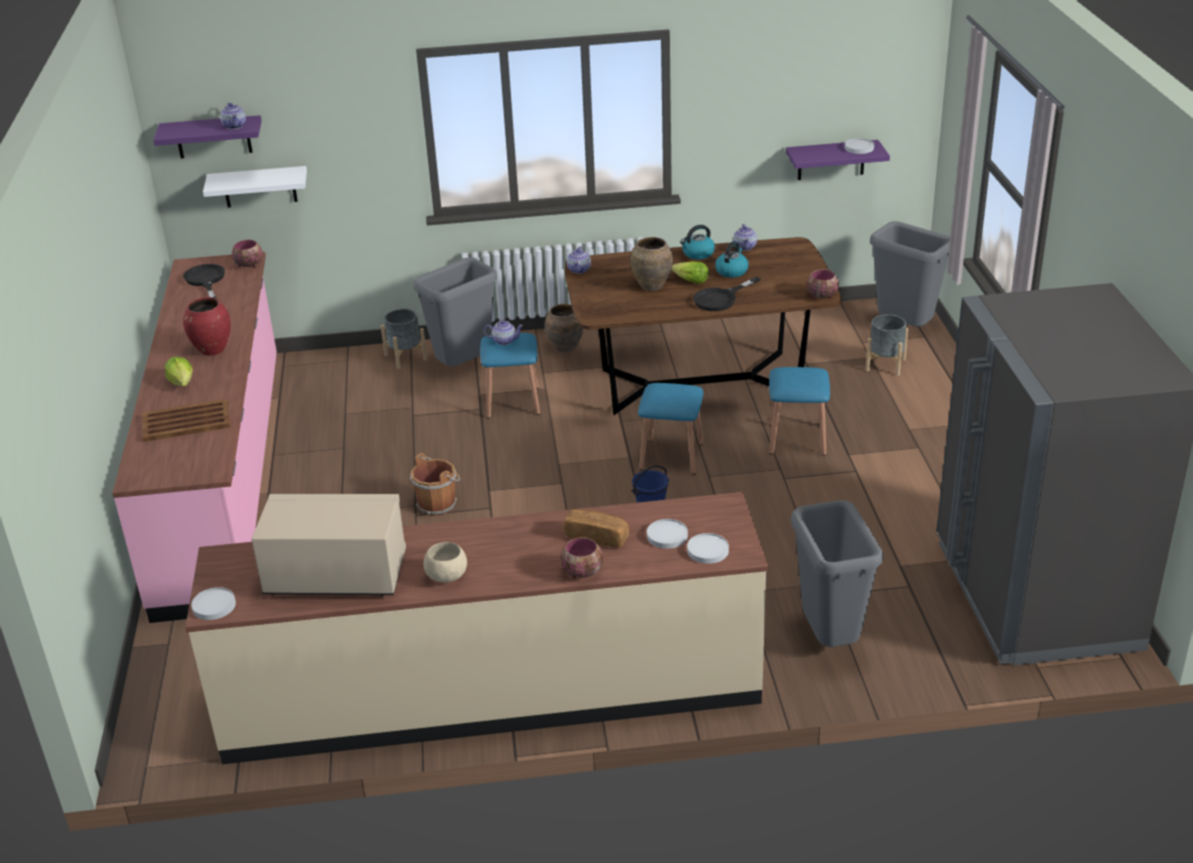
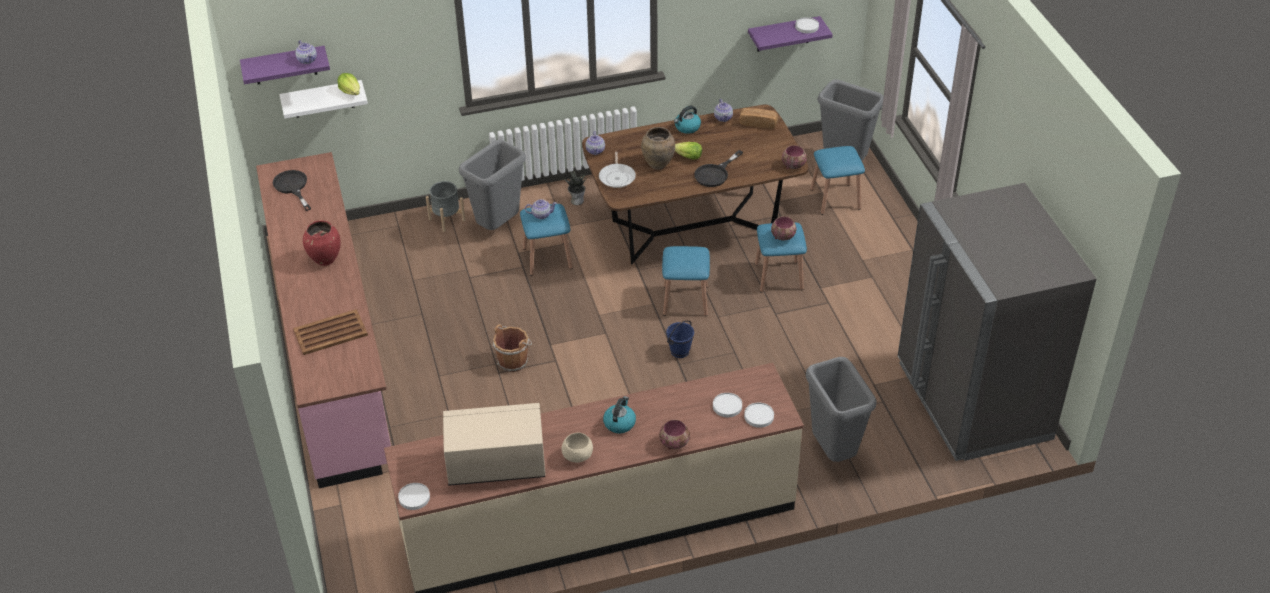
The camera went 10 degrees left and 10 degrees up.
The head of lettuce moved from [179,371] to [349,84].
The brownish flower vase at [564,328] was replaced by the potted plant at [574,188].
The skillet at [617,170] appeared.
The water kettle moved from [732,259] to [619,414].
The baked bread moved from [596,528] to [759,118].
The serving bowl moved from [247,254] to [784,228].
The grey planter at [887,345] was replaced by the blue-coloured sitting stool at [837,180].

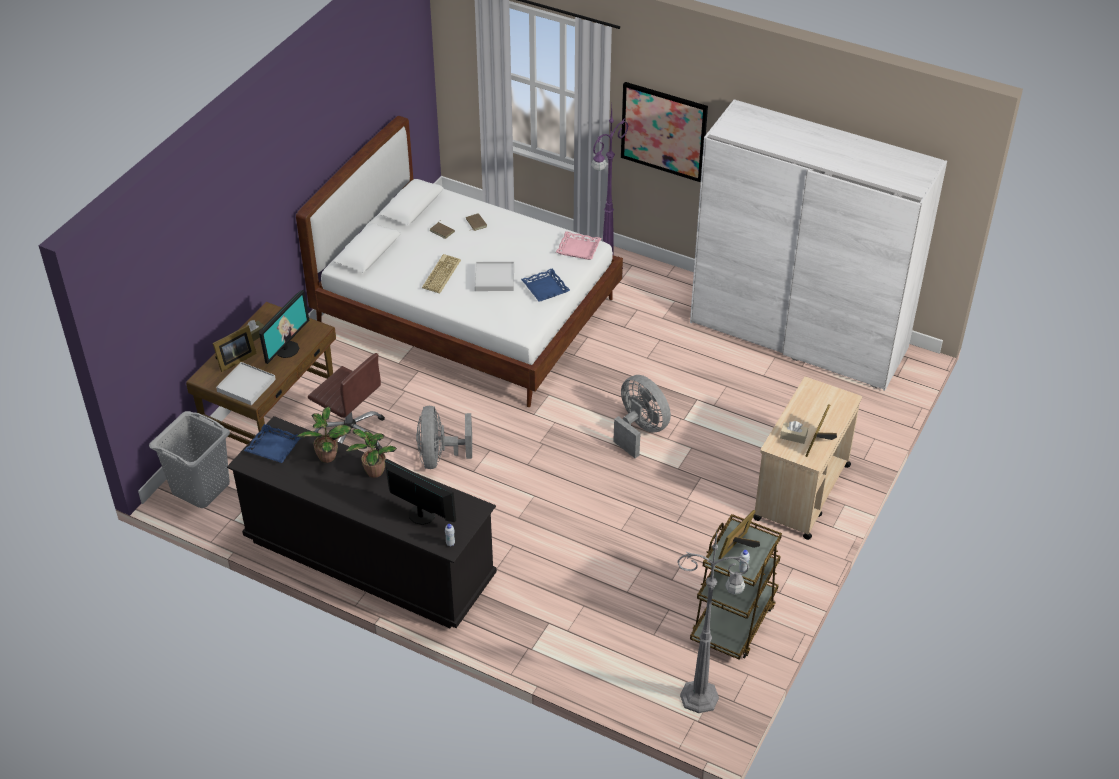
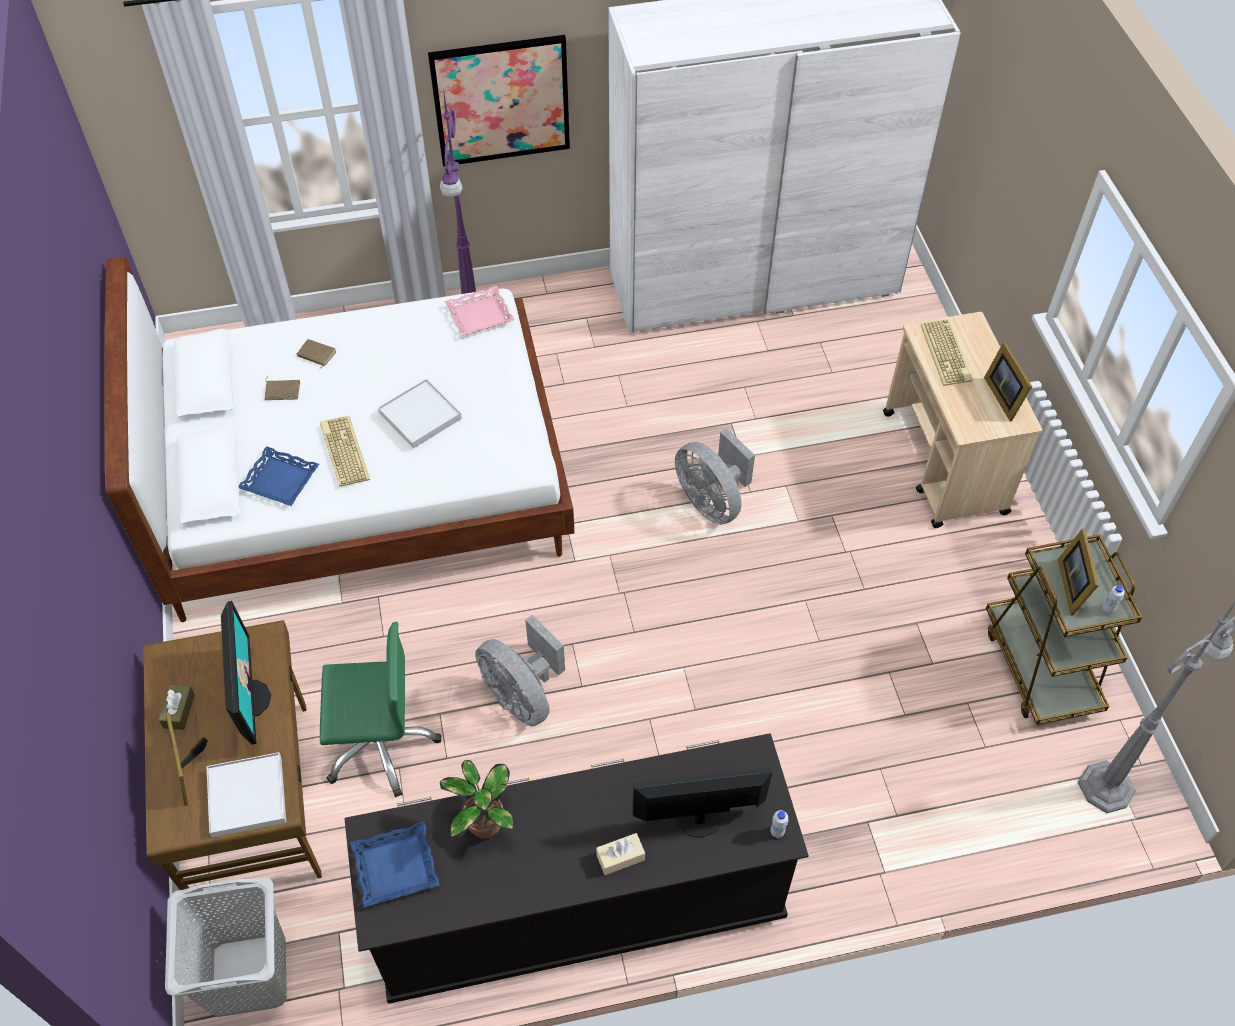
The camera went 40 degrees left and 10 degrees up.
The photo frame at [235,348] turned 150 degrees clockwise.
The blue-coloured serving tray moved from [545,285] to [279,476].
The brownish desk chair at [346,401] became the green desk chair at [380,709].
The sand-coloured box of tissues moved from [794,432] to [620,854].
The grey electric fan at [642,416] turned 135 degrees counterclockwise.
The PC keyboard at [947,352] appeared.
The potted plant at [371,453] disappeared.

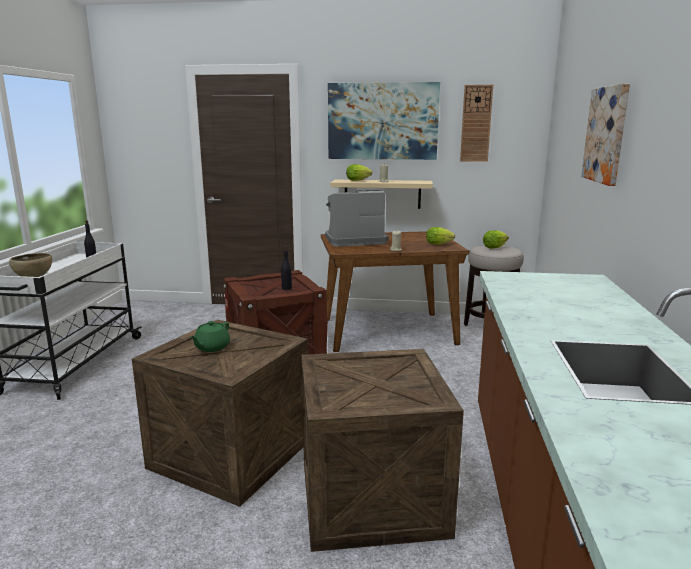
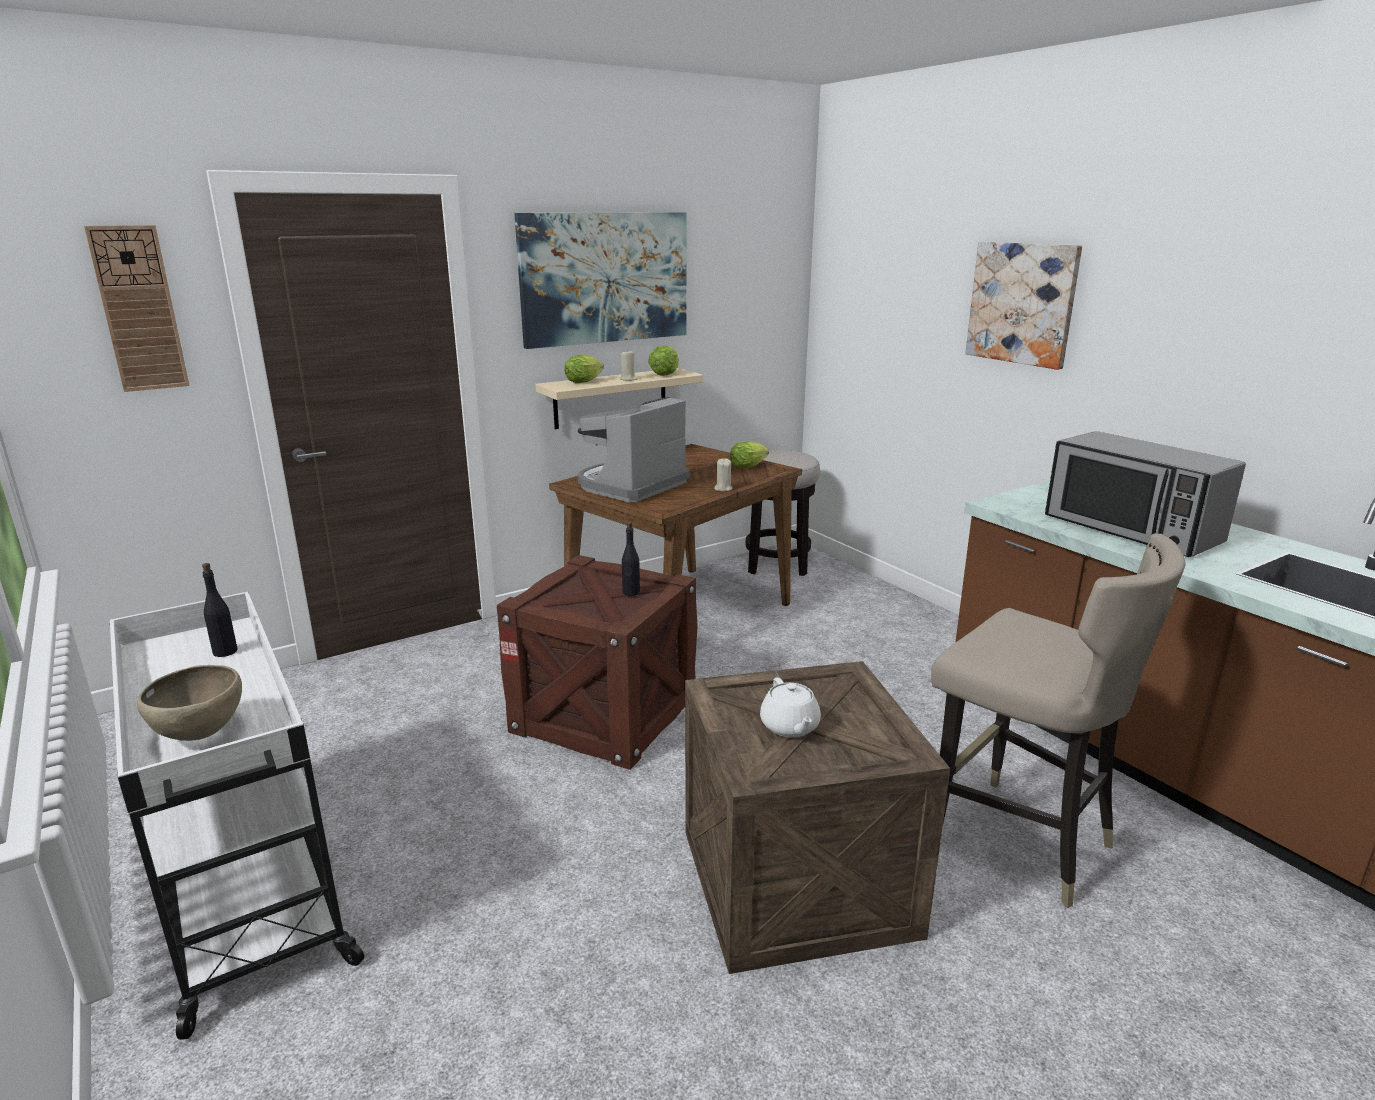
The camera went 40 degrees left and 5 degrees up.
The clock on the wall moved from [476,123] to [137,308].
The head of lettuce moved from [496,239] to [663,360].
The green teapot at [210,336] became the white teapot at [790,707].
The shipping crate at [382,450] was replaced by the sand-coloured sitting stool at [1058,720].
The microwave oven at [1145,494] appeared.

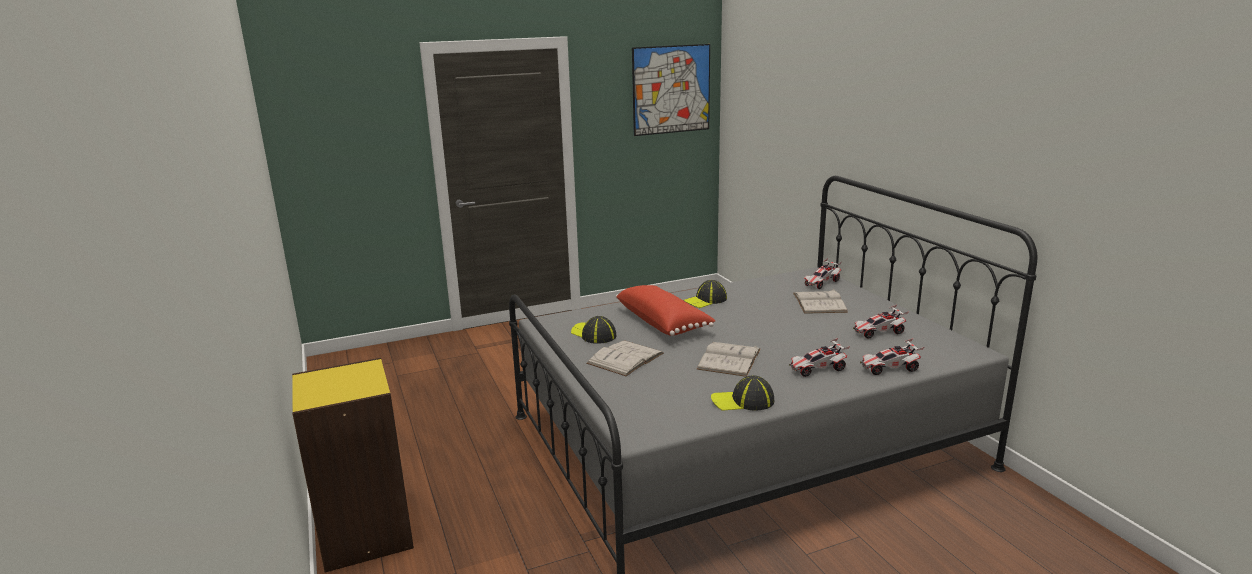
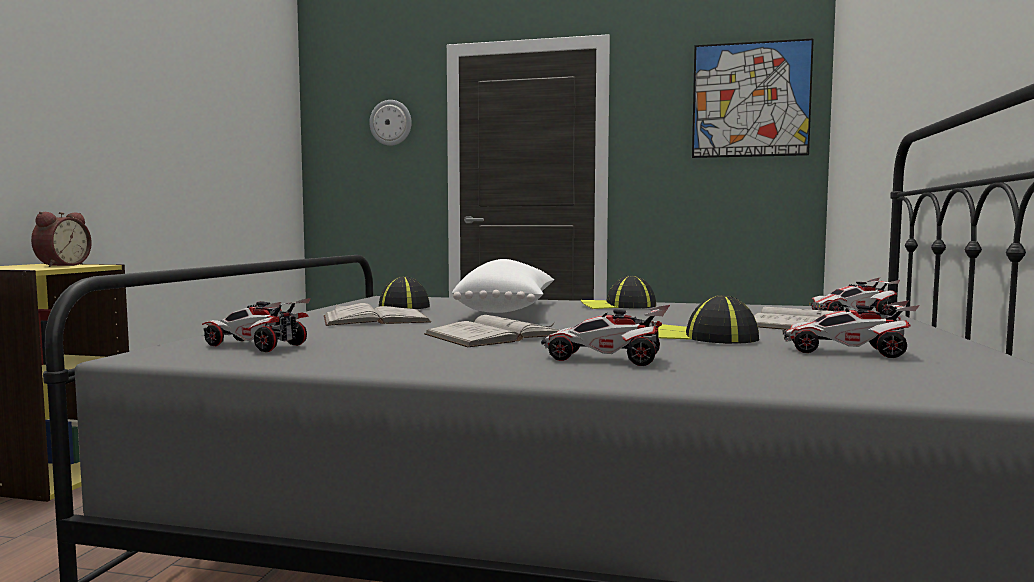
The camera went 35 degrees right and 15 degrees down.
The table clock at [61,239] appeared.
The model car moved from [892,356] to [256,325].
The clock on the wall at [390,123] appeared.
The red pillow at [666,310] became the white pillow at [503,286].
The baseball cap moved from [742,393] to [708,319].

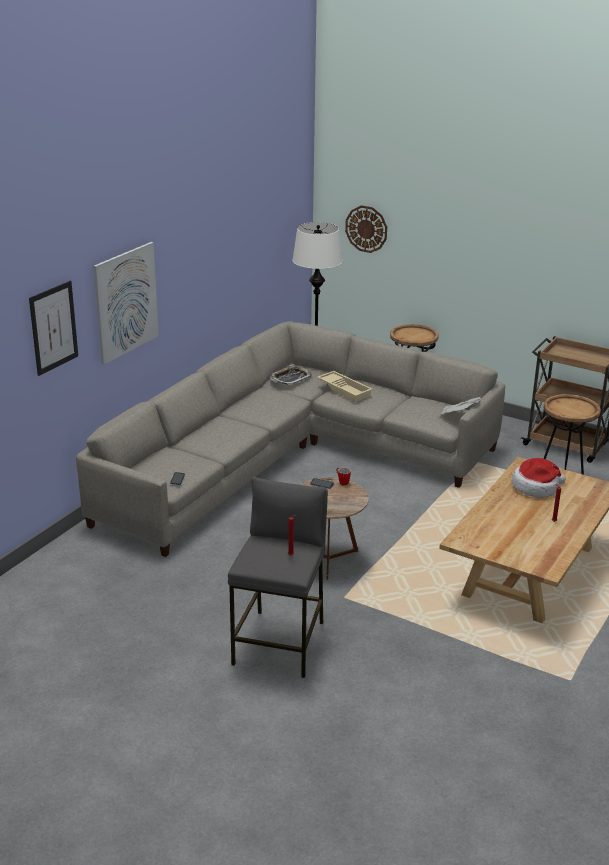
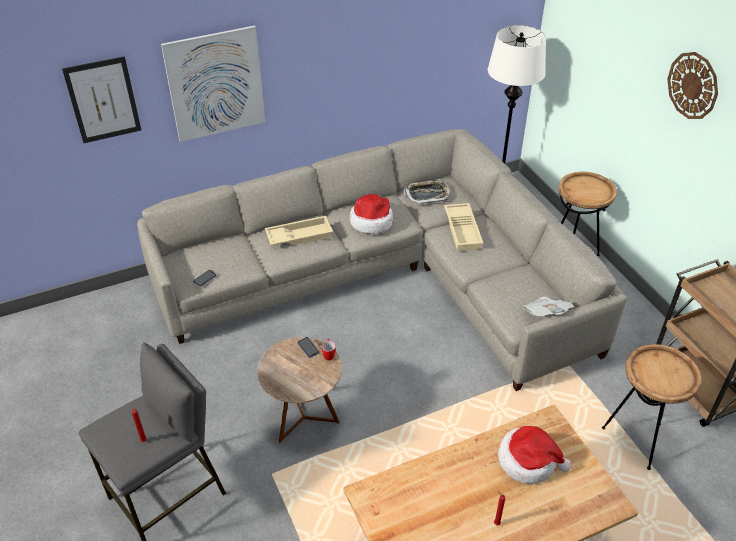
The camera went 35 degrees right and 15 degrees up.
The sand-coloured serving tray at [299,230] appeared.
The wearable hat at [371,214] appeared.
The clock on the wall moved from [366,229] to [692,85].

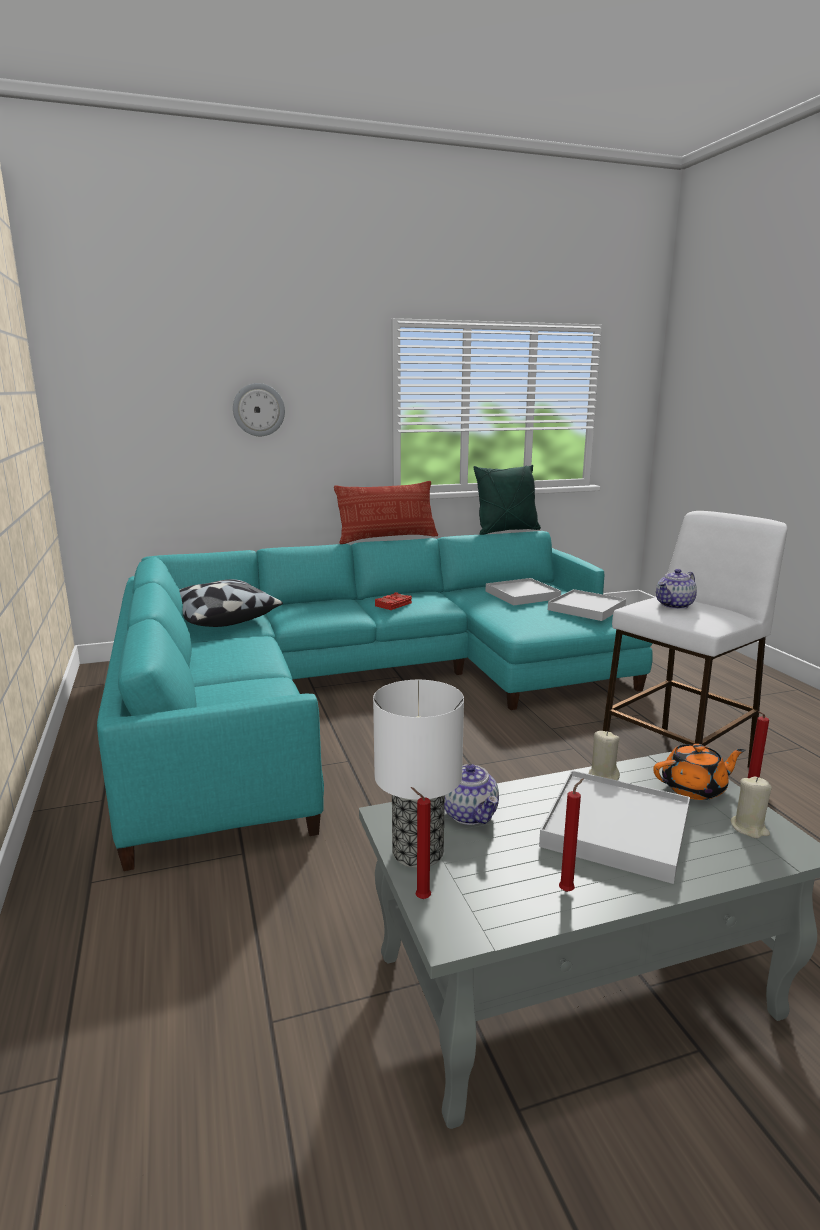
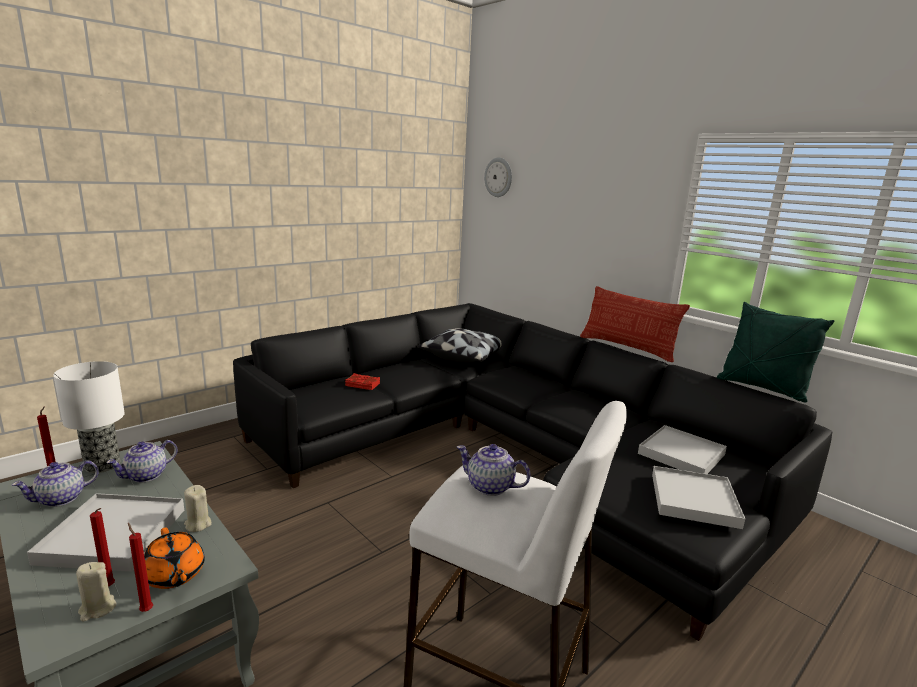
The camera went 65 degrees right and 0 degrees up.
The teapot at [55,483] appeared.
The red candle moved from [571,835] to [102,547].
The blue-green couch at [375,701] became the black-coloured couch at [532,472].
The red bound book moved from [393,601] to [362,381].
The clock on the wall moved from [259,409] to [498,177].

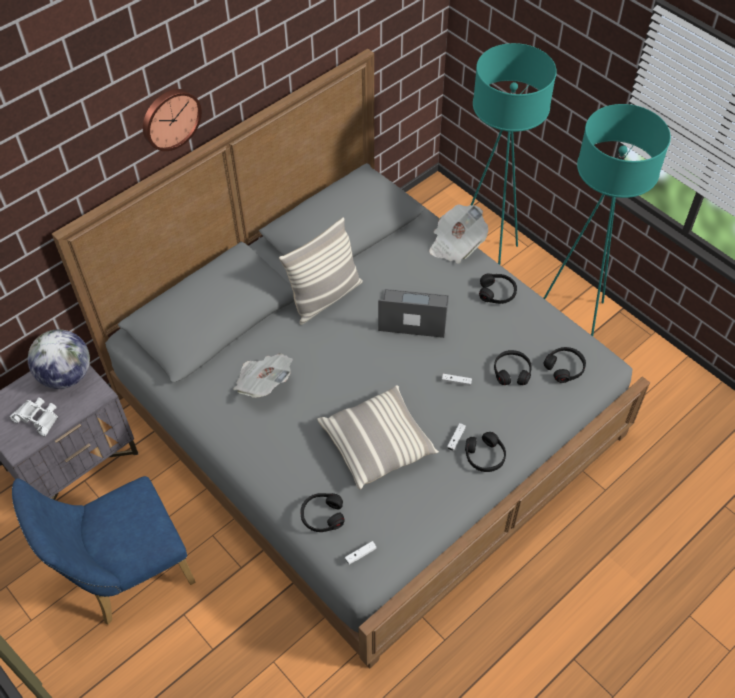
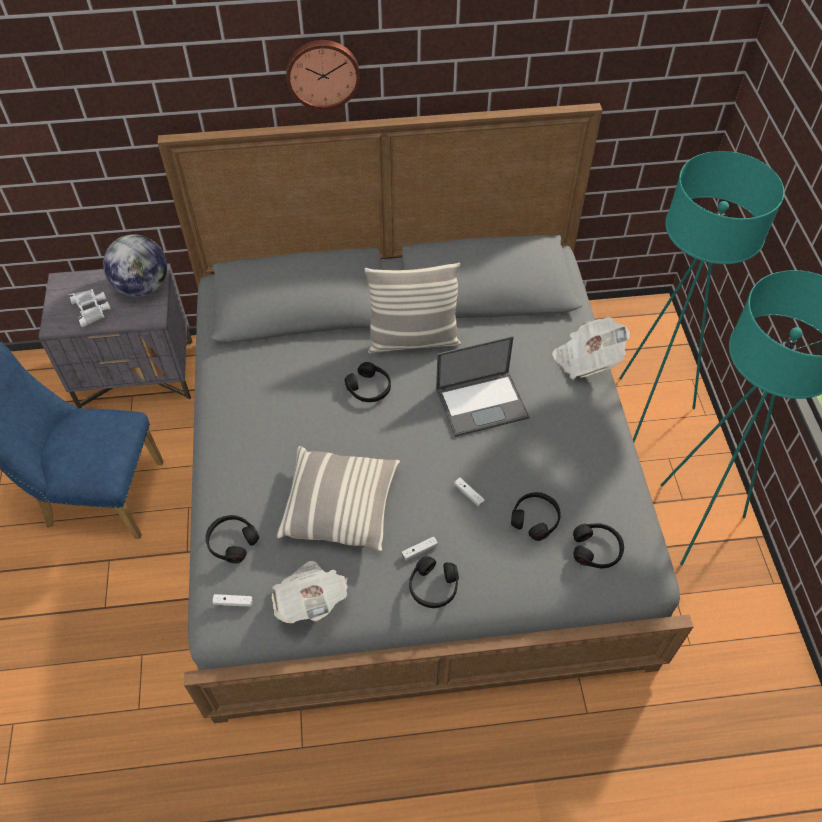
The camera went 35 degrees right and 0 degrees up.
The daily paper moved from [262,375] to [309,592].
The black-coloured headphones moved from [498,288] to [368,382].
The laptop at [413,313] turned 120 degrees clockwise.

